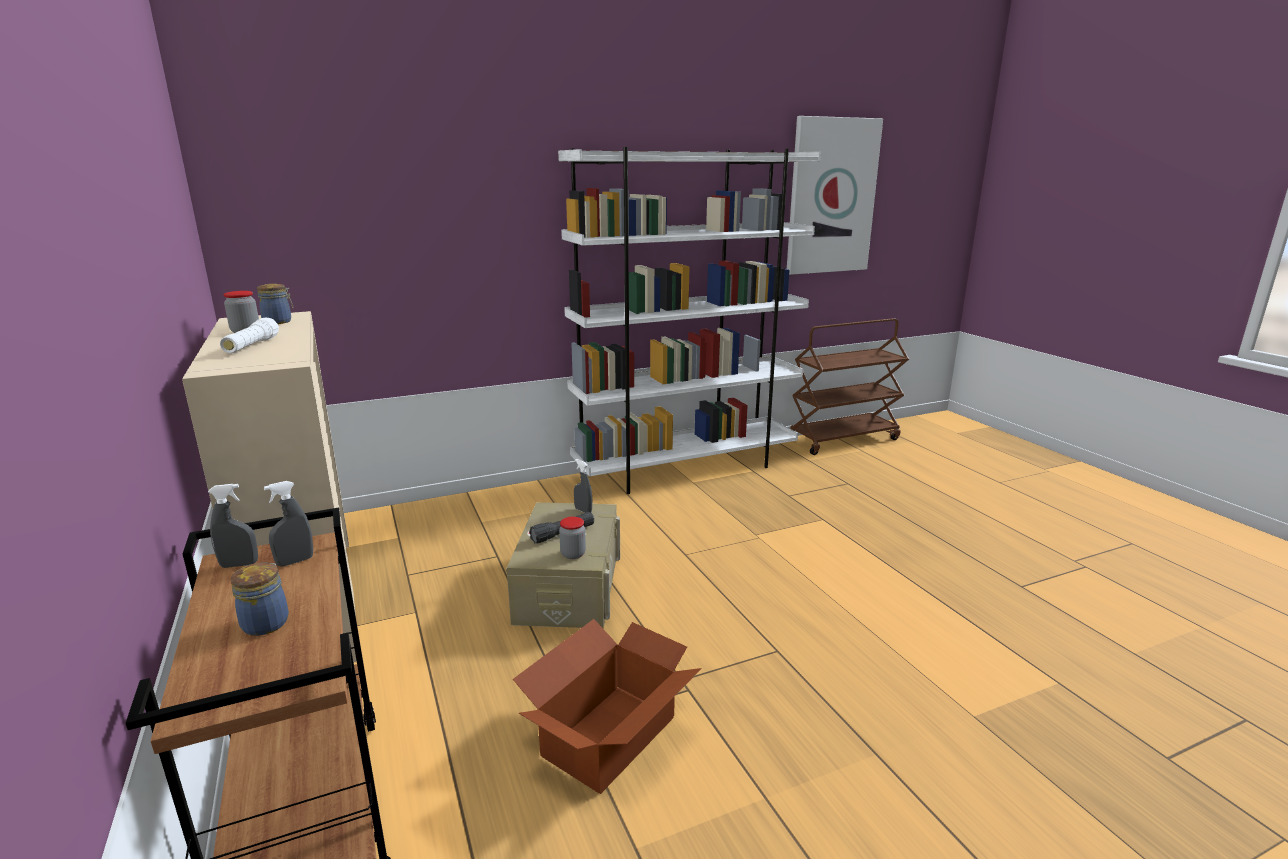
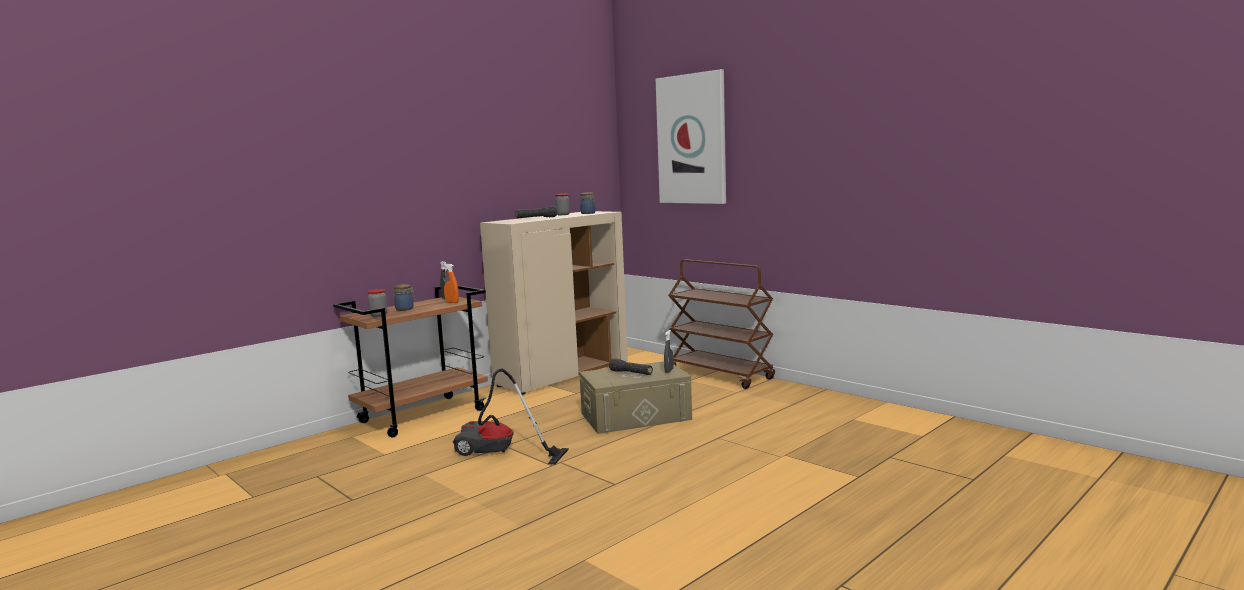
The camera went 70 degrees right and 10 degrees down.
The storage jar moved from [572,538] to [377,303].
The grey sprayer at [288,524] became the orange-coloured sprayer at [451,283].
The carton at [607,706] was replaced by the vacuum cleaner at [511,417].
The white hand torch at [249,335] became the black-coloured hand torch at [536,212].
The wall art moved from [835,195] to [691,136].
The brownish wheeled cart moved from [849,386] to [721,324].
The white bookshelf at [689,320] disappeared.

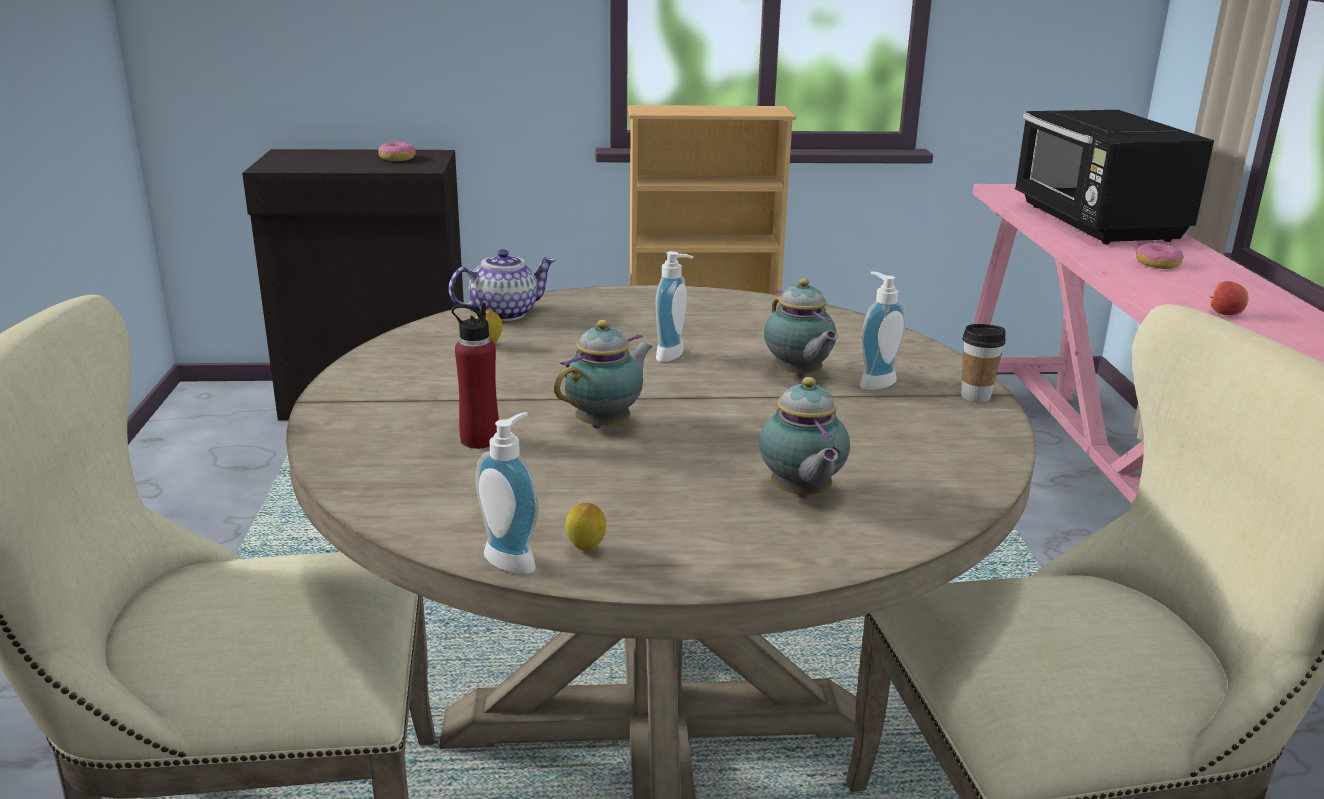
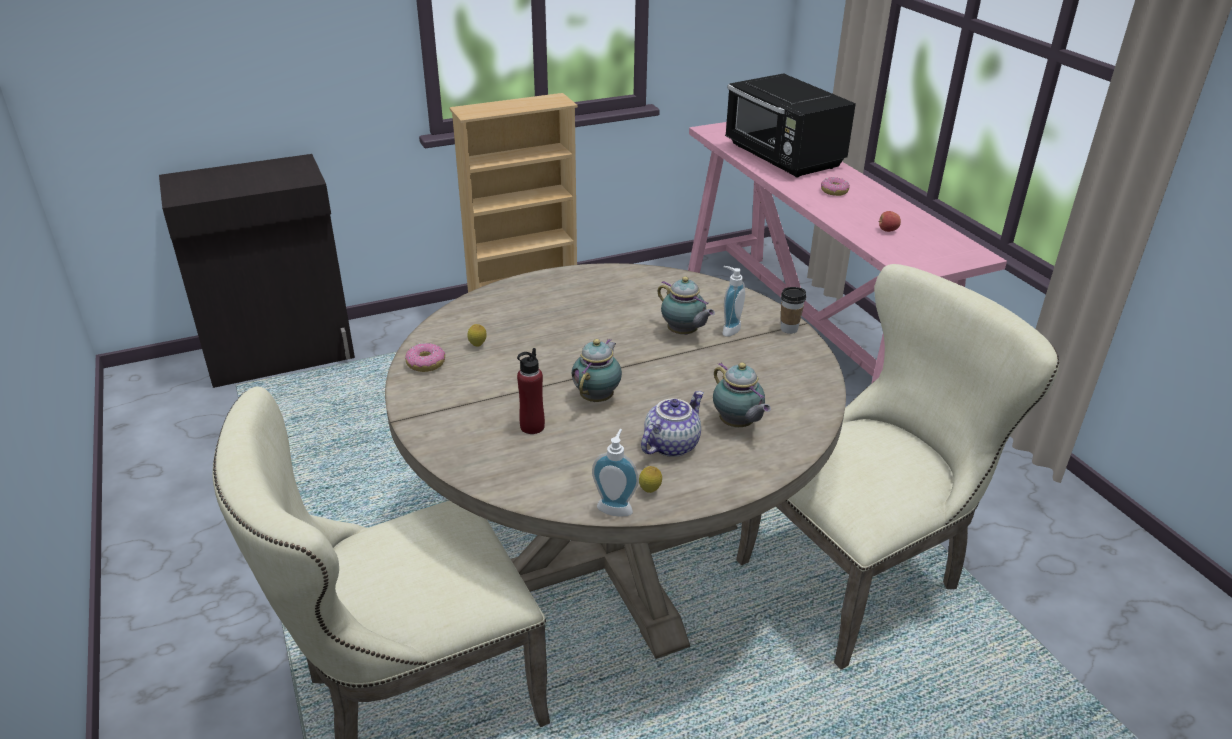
The camera went 20 degrees left and 10 degrees up.
The ring doughnut moved from [397,151] to [425,357].
The teapot moved from [502,285] to [672,424].
The soap bottle at [674,306] disappeared.

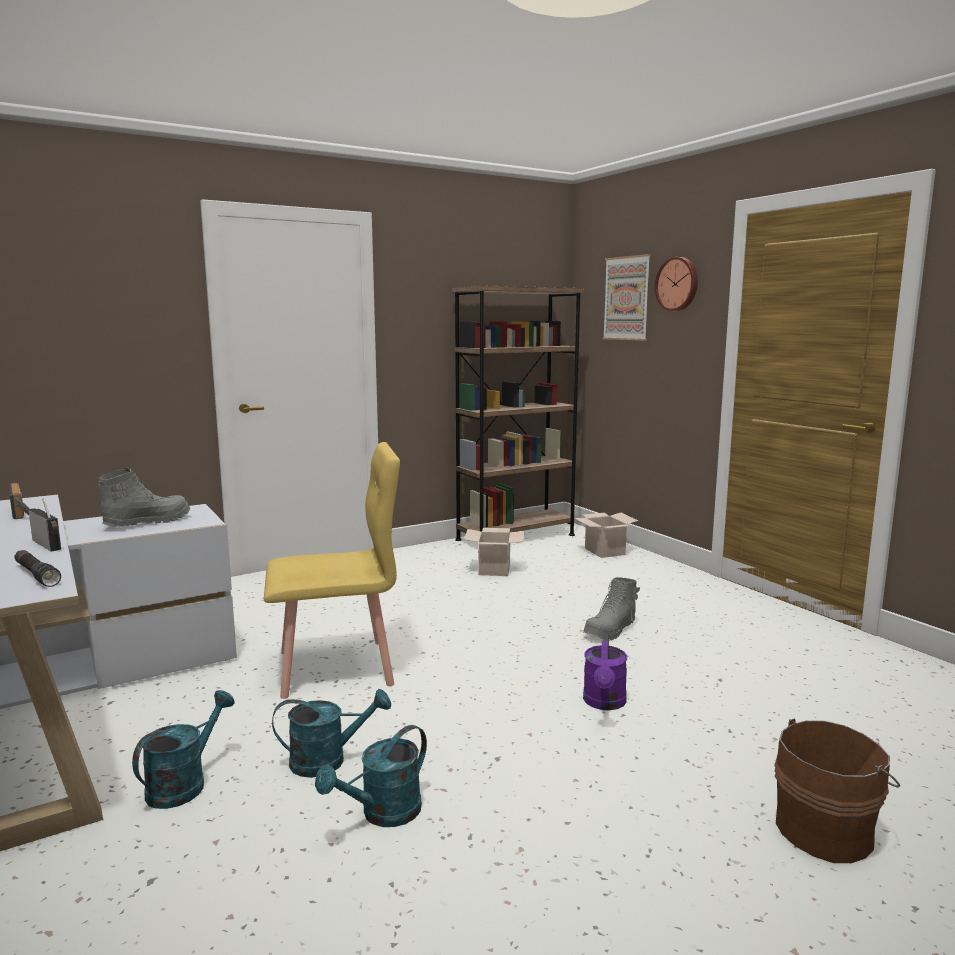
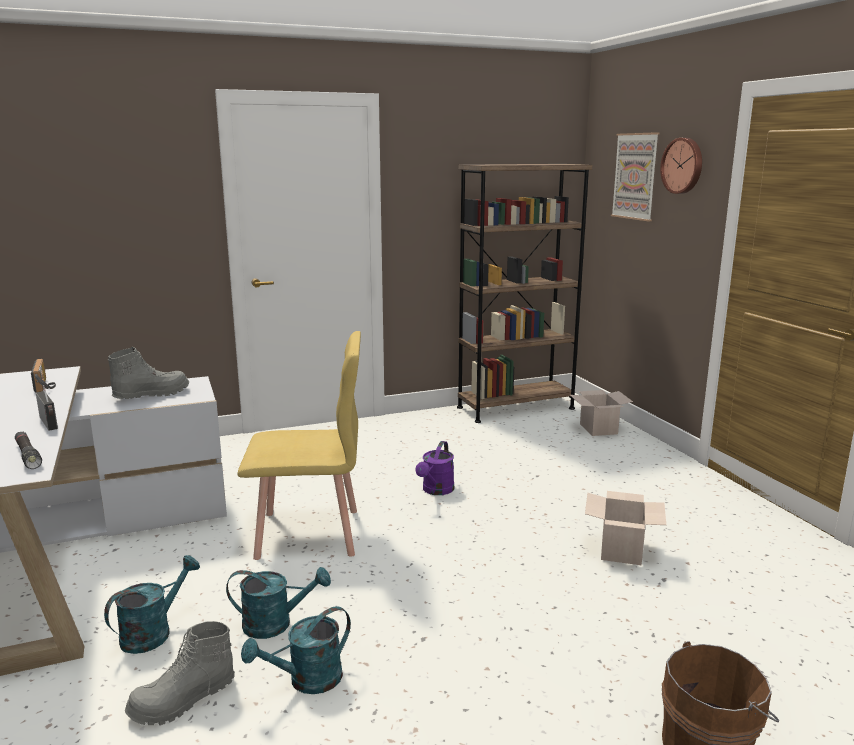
The camera went 10 degrees right and 5 degrees up.
The grey high-top boot moved from [611,608] to [180,673].
The purplish watering can moved from [605,671] to [435,468].
The carton moved from [494,552] to [625,528].

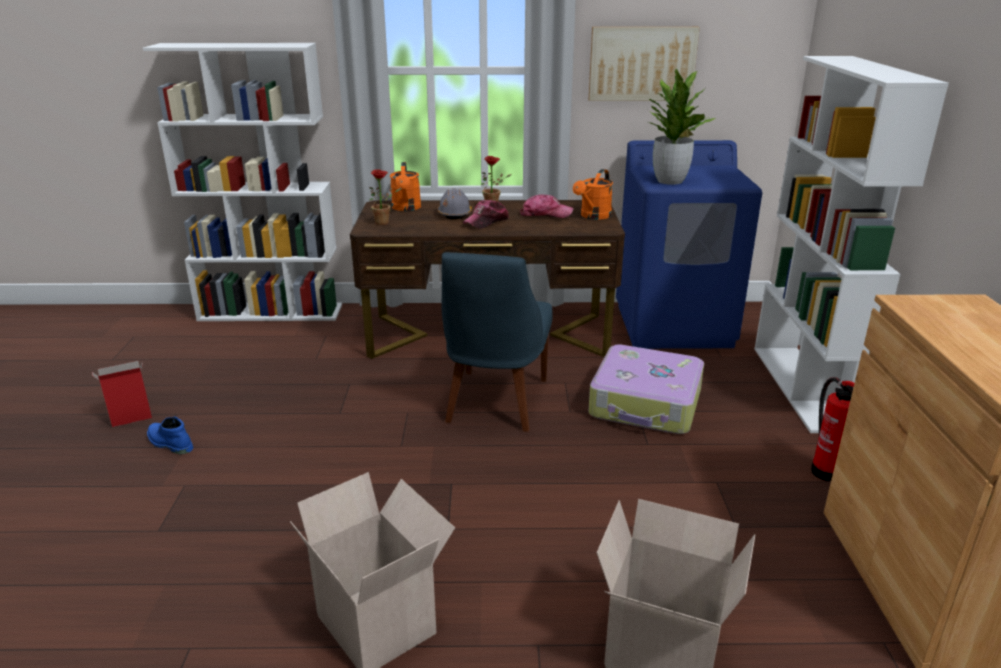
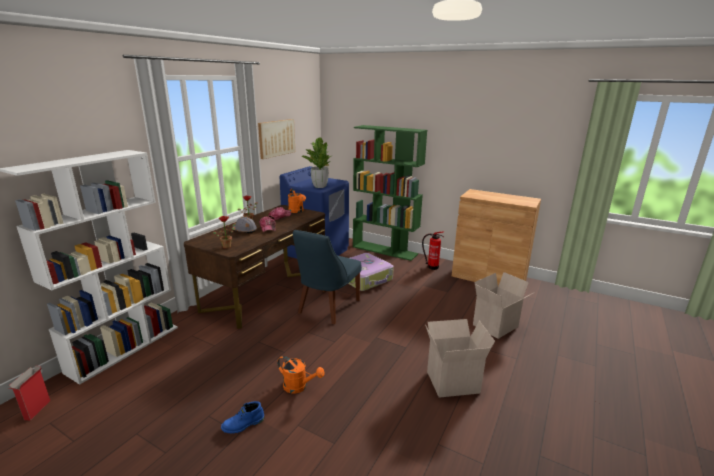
The camera went 60 degrees left and 5 degrees down.
The carton moved from [122,394] to [29,393].
The orange-coloured watering can moved from [405,186] to [301,375].
The blue-coloured chair at [497,342] turned 75 degrees clockwise.
The white bookshelf at [851,244] became the green bookshelf at [390,193].

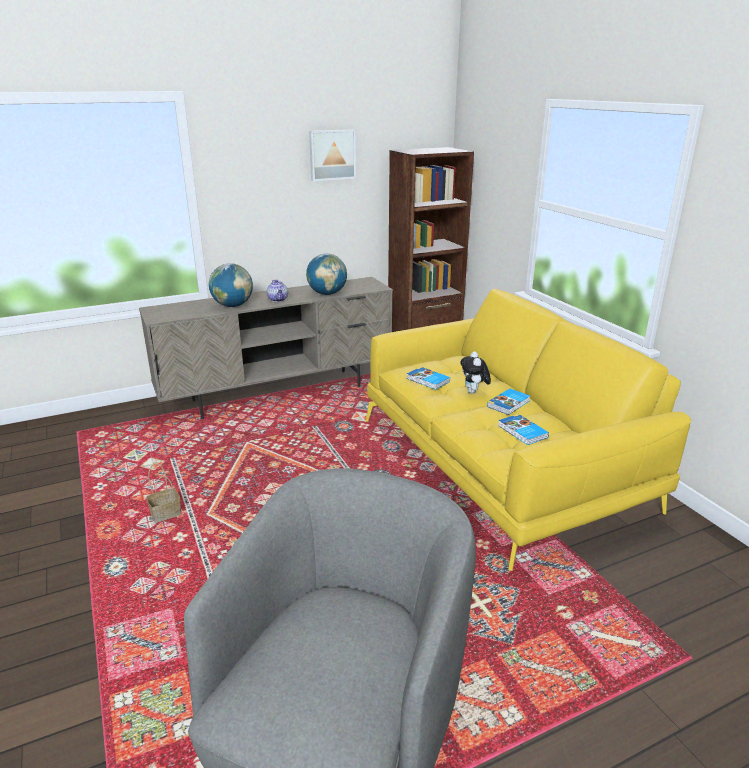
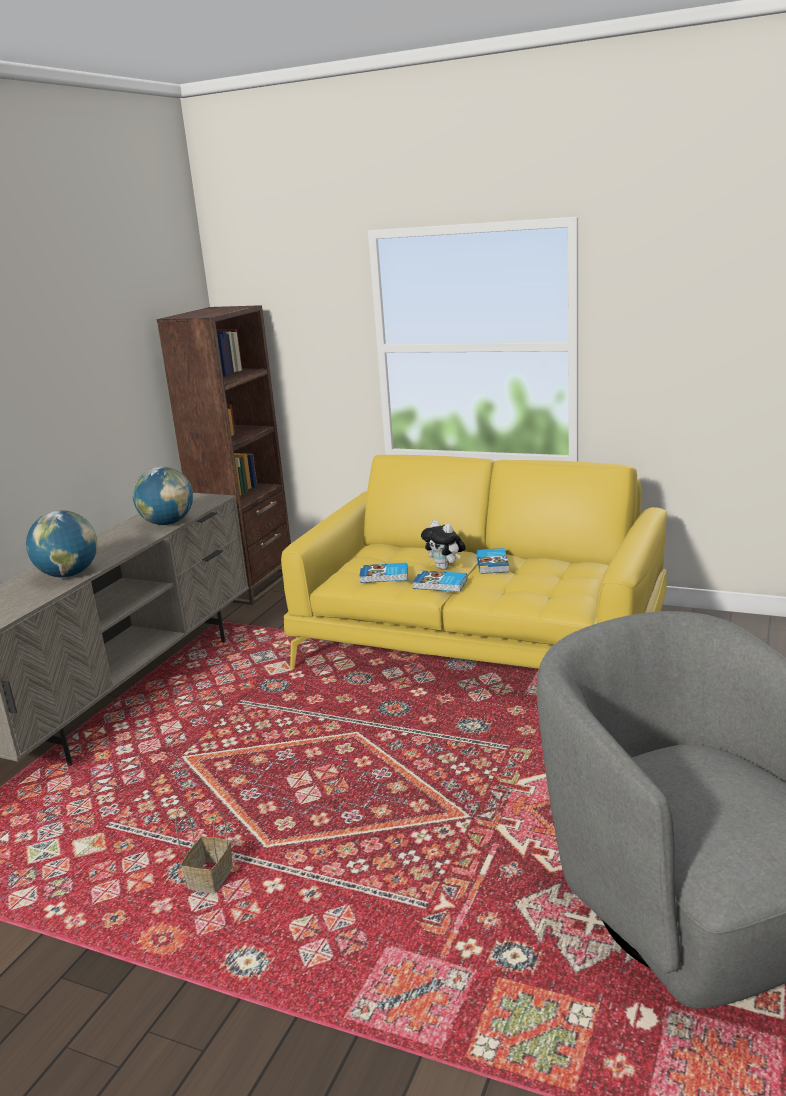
The camera went 40 degrees left and 5 degrees down.
The bound book moved from [523,429] to [440,581].
The teapot at [277,291] disappeared.
The wall art at [332,155] disappeared.

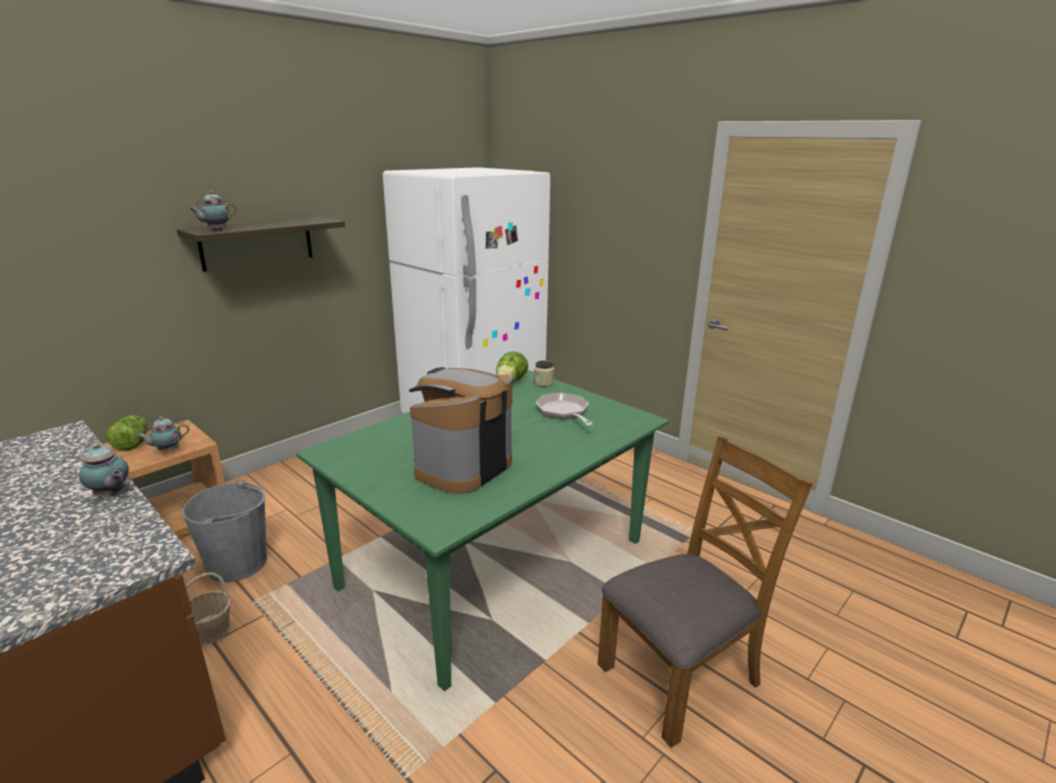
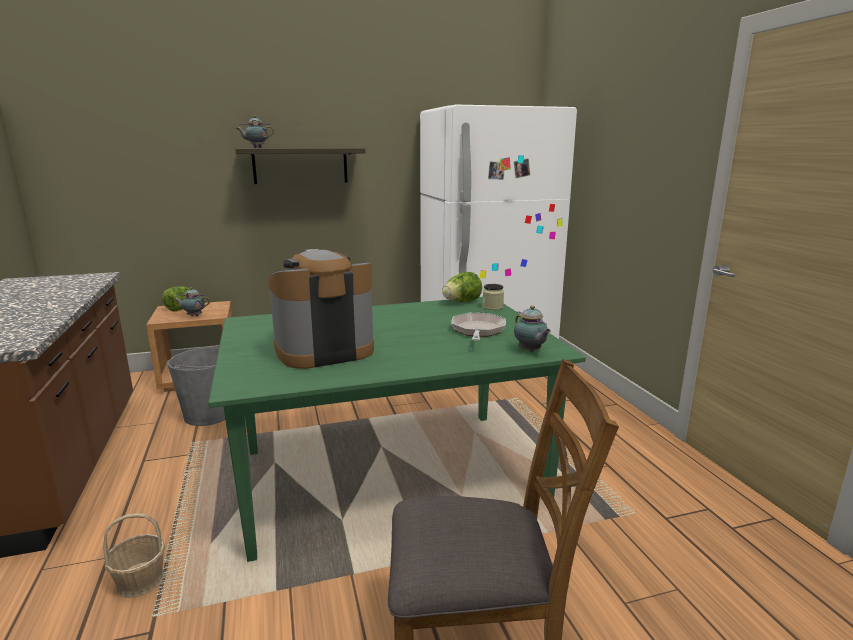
The camera went 30 degrees right and 5 degrees down.
The household basket moved from [208,608] to [134,555].
The teapot moved from [104,469] to [532,328].

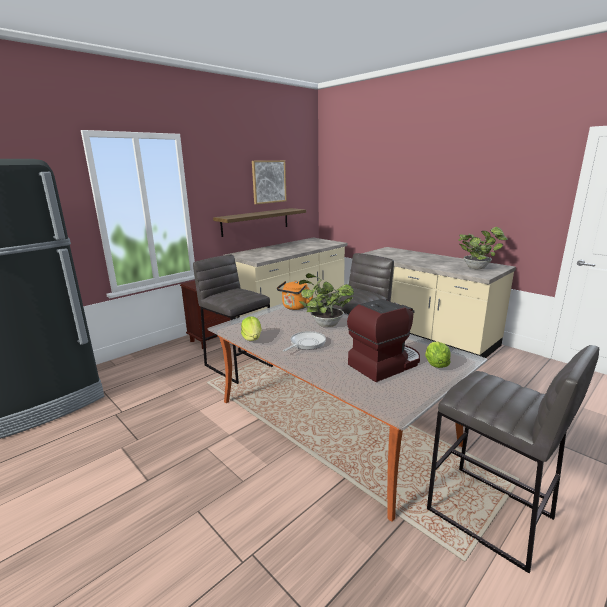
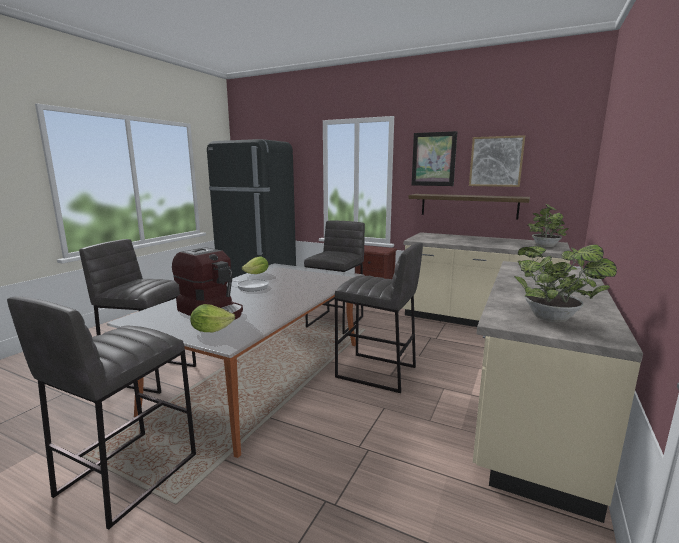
The camera went 70 degrees right and 5 degrees down.
The grey sitting stool at [137,316] appeared.
The wall art at [435,158] appeared.
The potted plant moved from [326,300] to [548,225].
The orange-coloured water kettle at [295,295] disappeared.

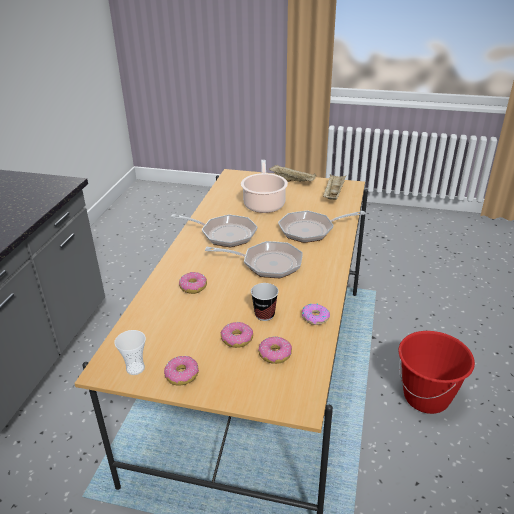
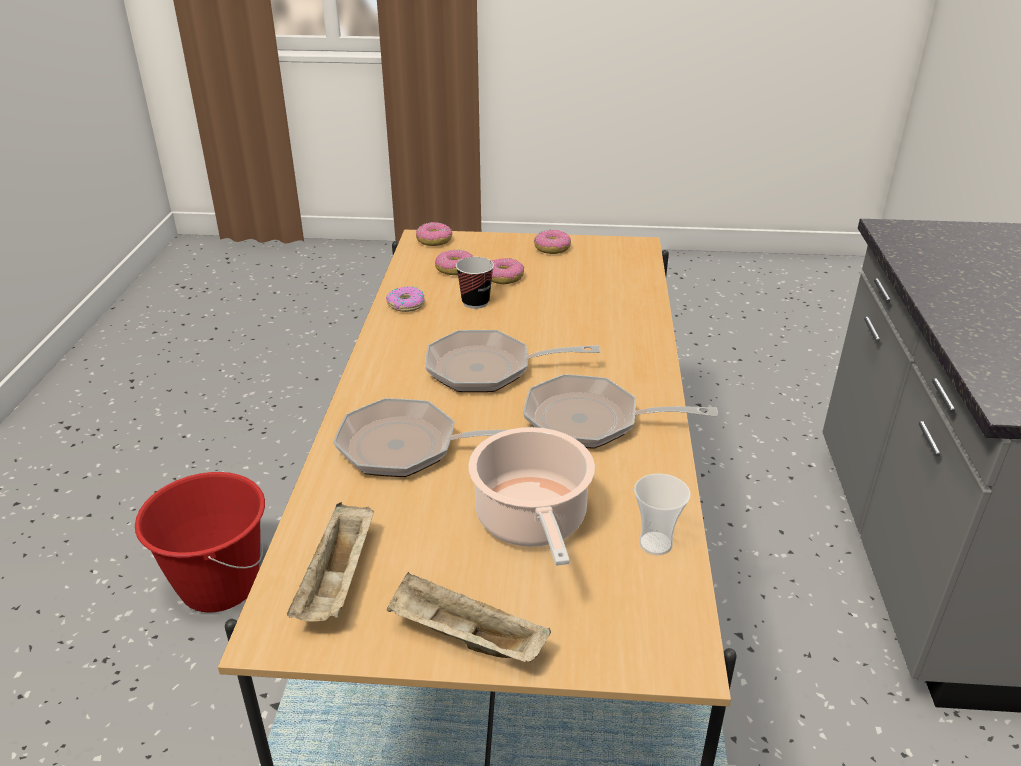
The camera went 170 degrees right and 0 degrees up.
The skillet at [322,226] turned 150 degrees counterclockwise.
The ring doughnut moved from [193,283] to [434,234].
The drinking cup moved from [130,352] to [662,514].

